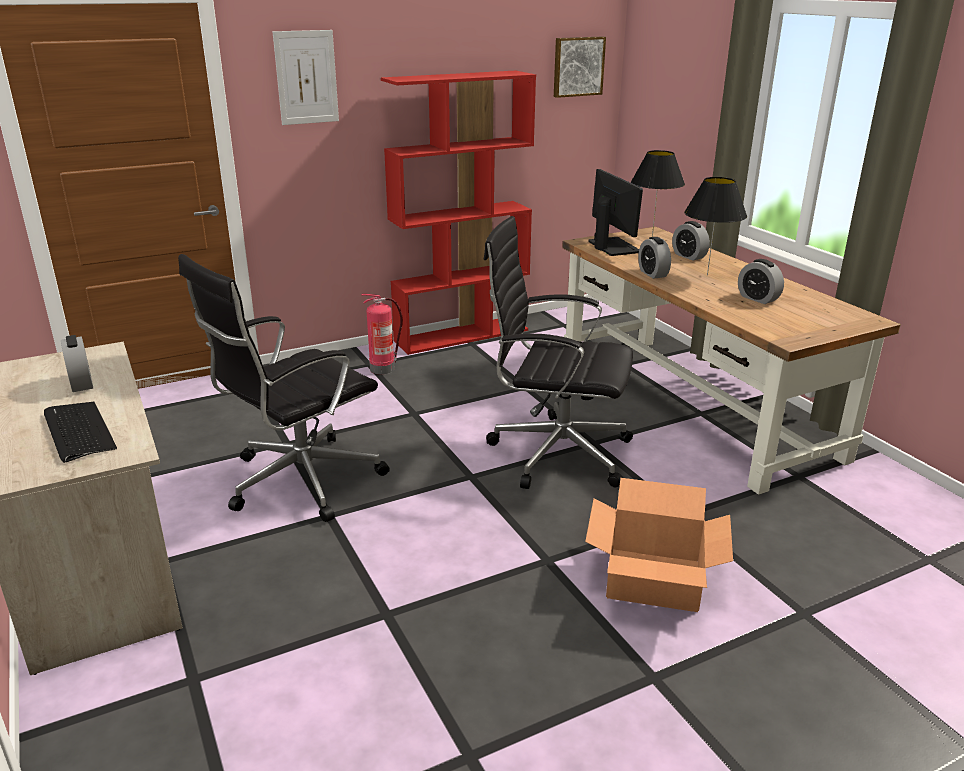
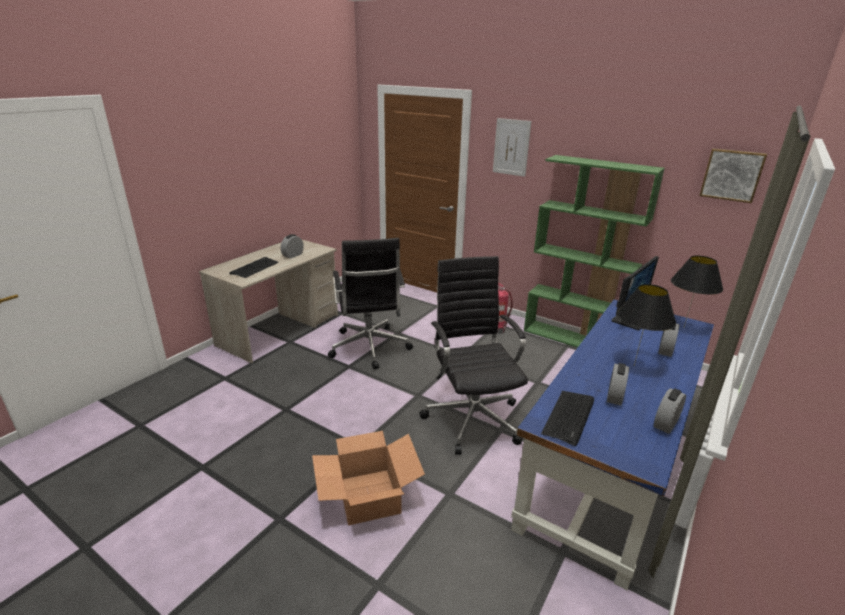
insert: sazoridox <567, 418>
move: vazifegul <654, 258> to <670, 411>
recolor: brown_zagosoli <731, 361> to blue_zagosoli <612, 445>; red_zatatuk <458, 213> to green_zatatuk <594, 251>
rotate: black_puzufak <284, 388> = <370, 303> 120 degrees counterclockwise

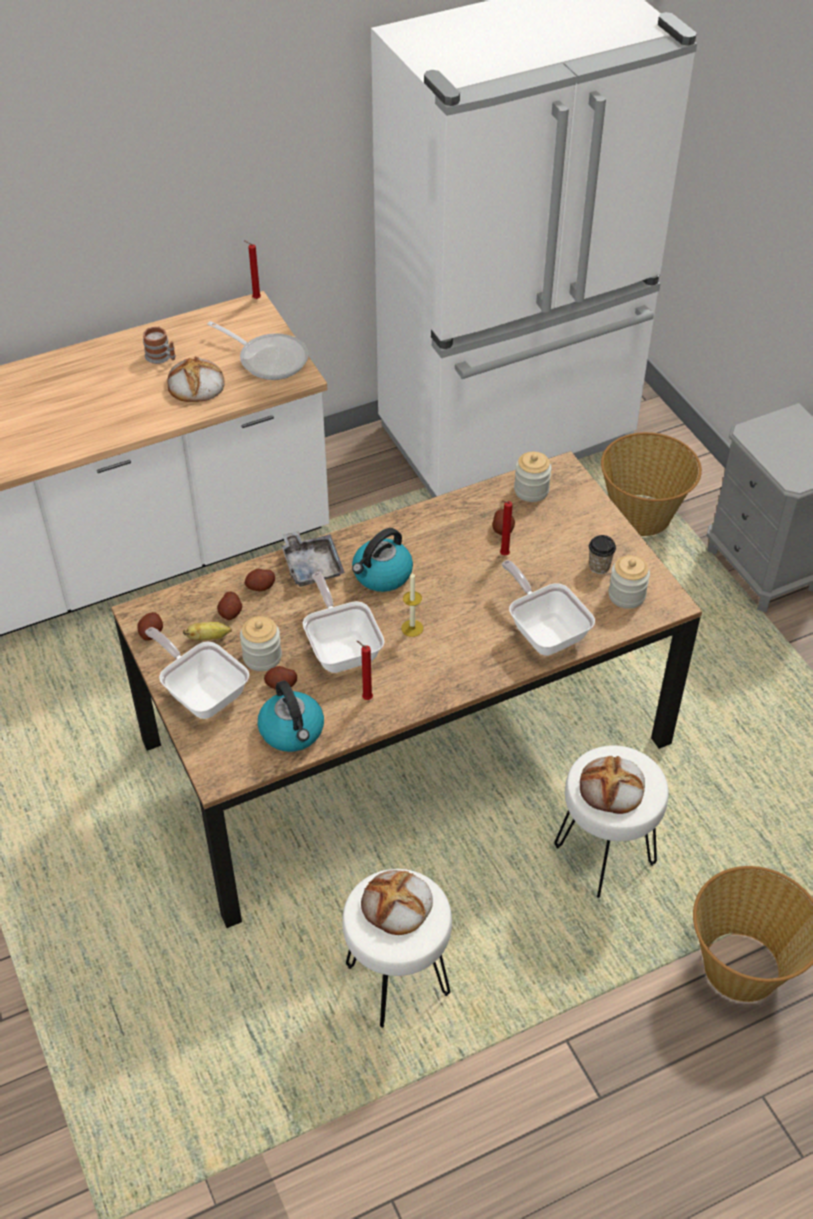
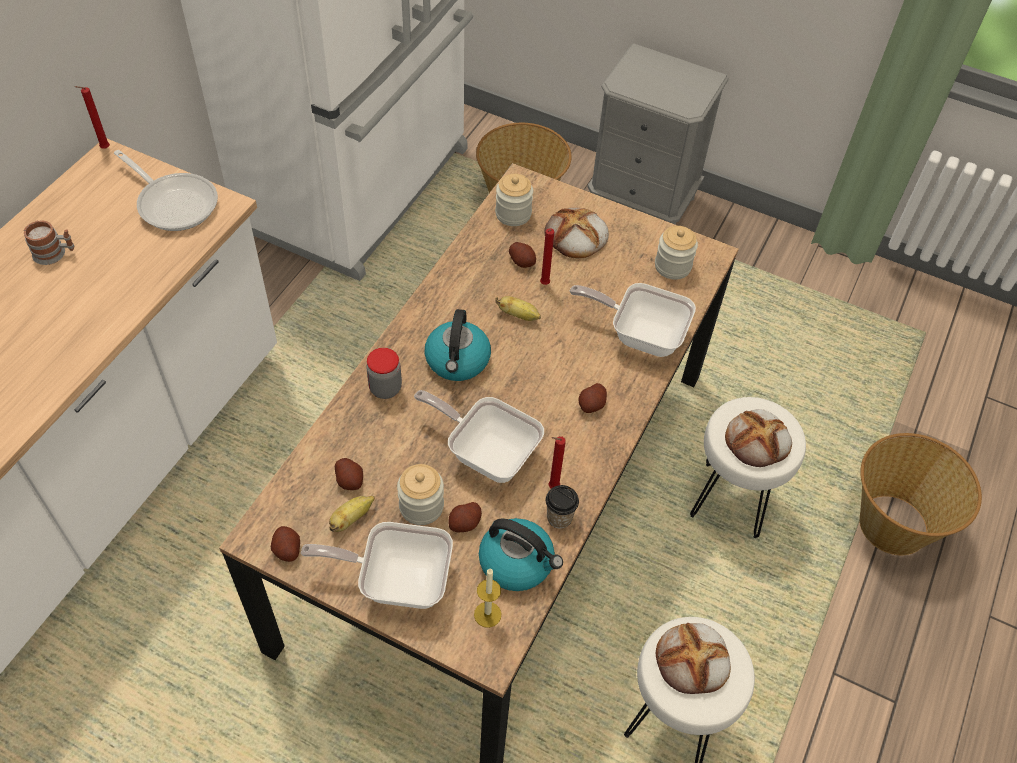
insert: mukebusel <518, 308>
move: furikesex <412, 604> to <488, 598>; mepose <196, 379> to <576, 232>; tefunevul <602, 554> to <562, 506>; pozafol <260, 580> to <593, 398>
replace: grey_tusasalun <313, 559> to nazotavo <384, 373>
rotate: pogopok <258, 350> = <166, 190> 45 degrees clockwise

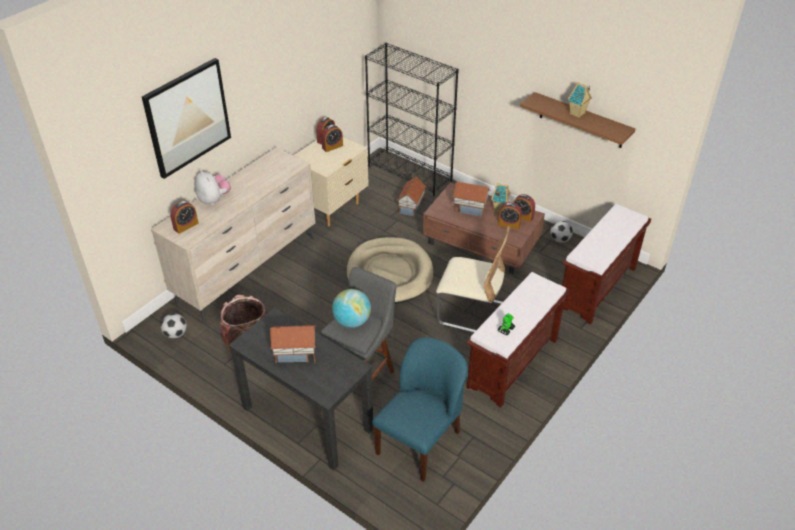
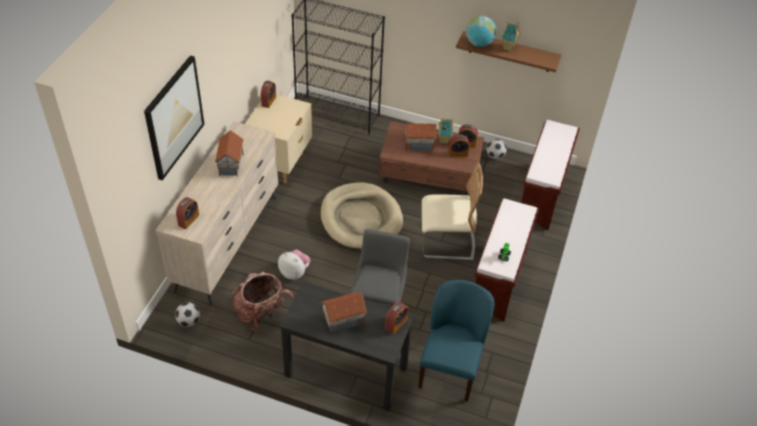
move: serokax <411, 196> to <229, 153>; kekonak <212, 188> to <294, 265>; vazifegul <332, 138> to <397, 317>; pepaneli <351, 308> to <481, 31>

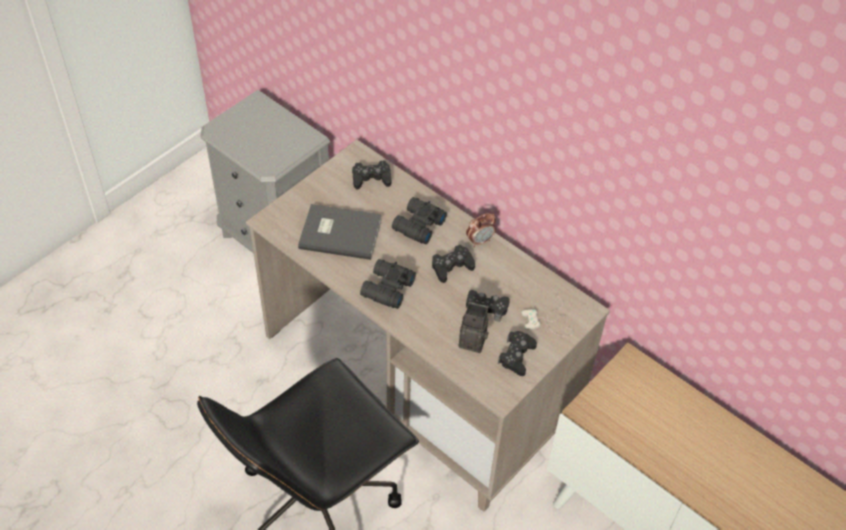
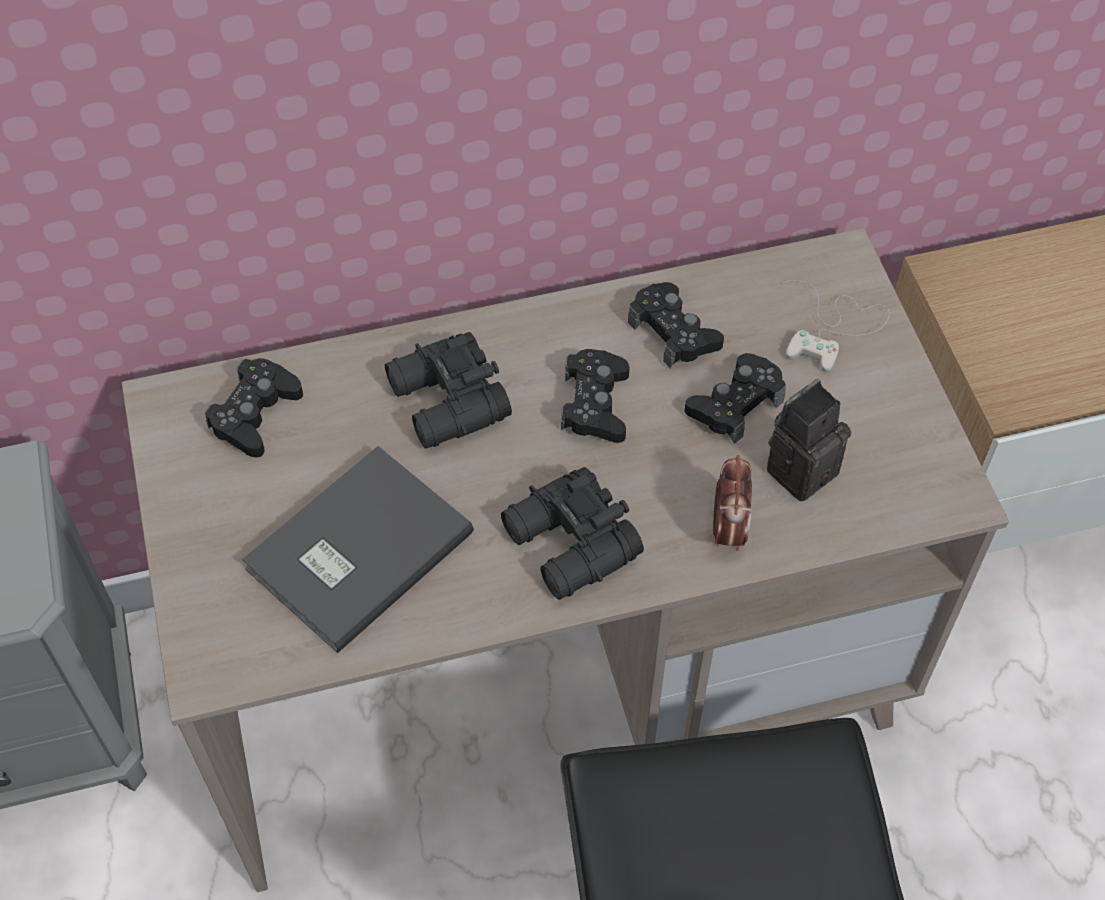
move: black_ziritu <517, 353> to <676, 325>; vazifegul <481, 230> to <732, 503>

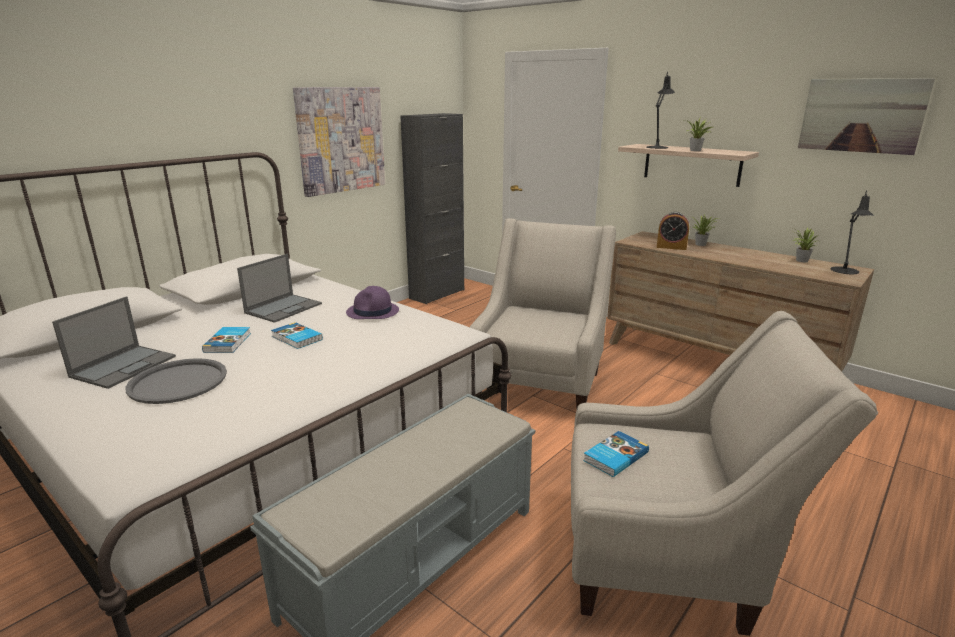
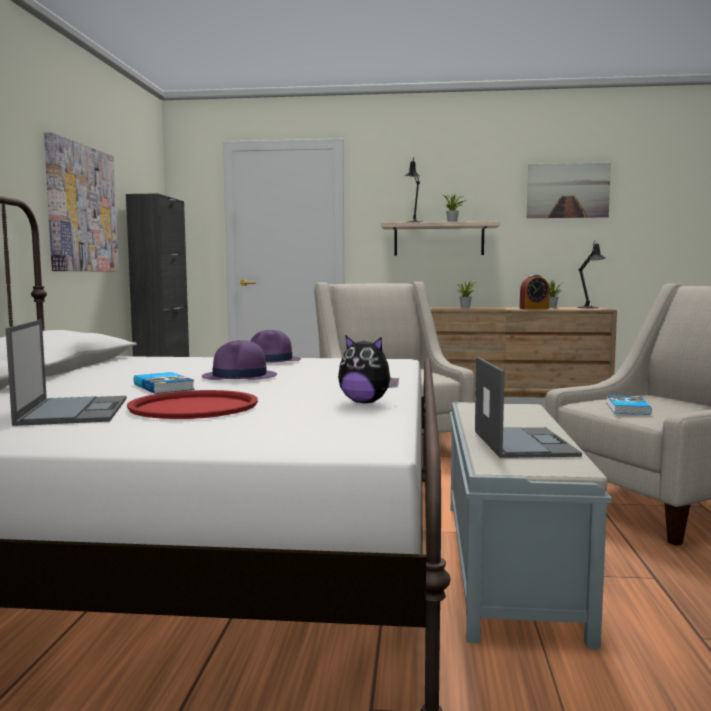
insert: kekonak <368, 369>
move: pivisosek <279, 288> to <528, 407>; vazifegul <673, 231> to <534, 292>
replace: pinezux <297, 335> to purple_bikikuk <239, 360>
recolor: grey_tusasalun <176, 381> to red_tusasalun <192, 404>

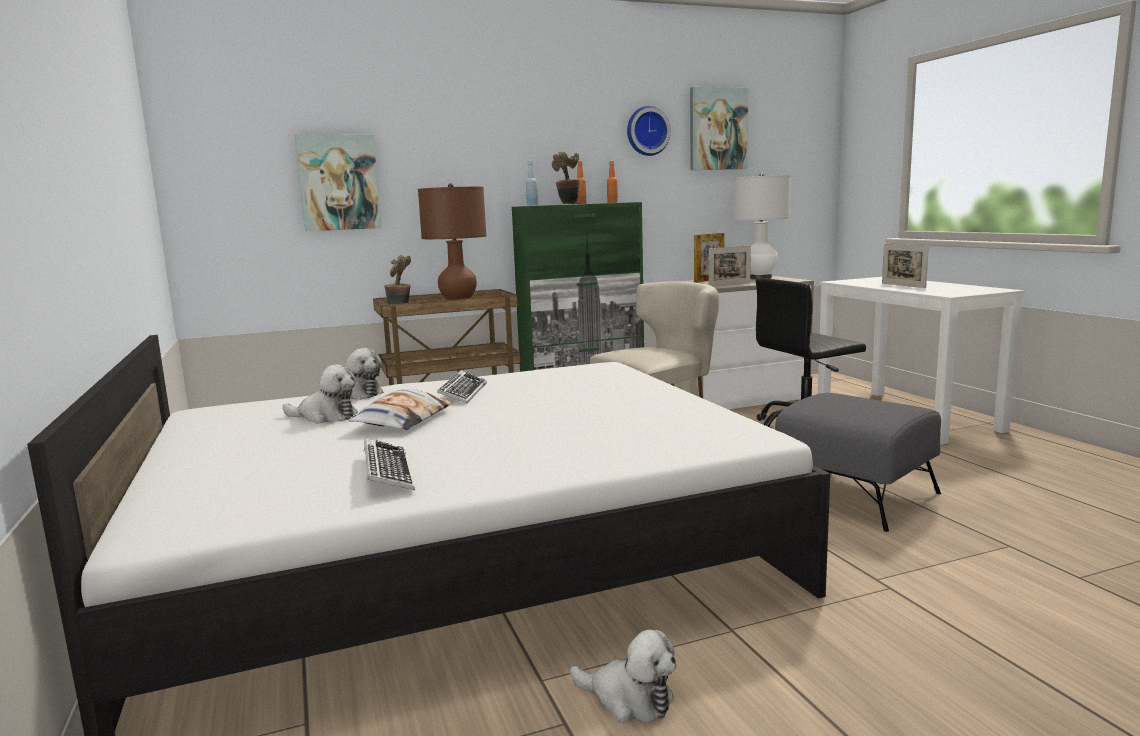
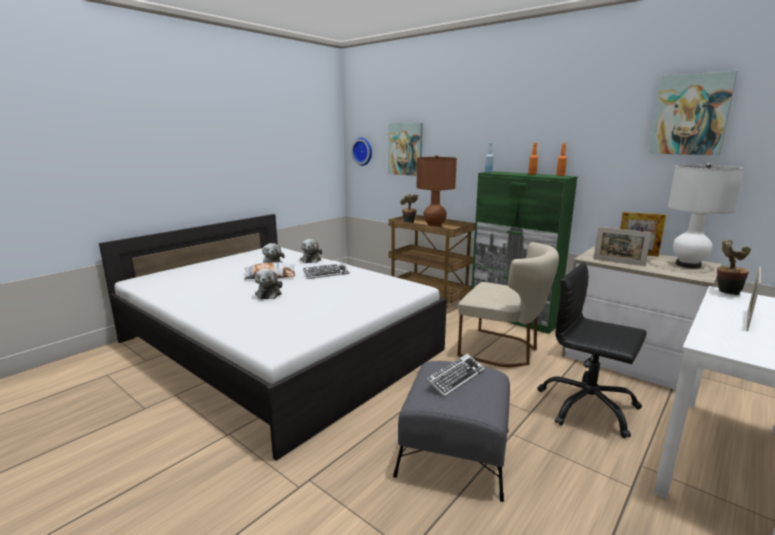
move: kekonak <623, 676> to <268, 284>; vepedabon <649, 131> to <361, 152>; sazoridox <389, 464> to <455, 375>; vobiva <565, 178> to <734, 267>

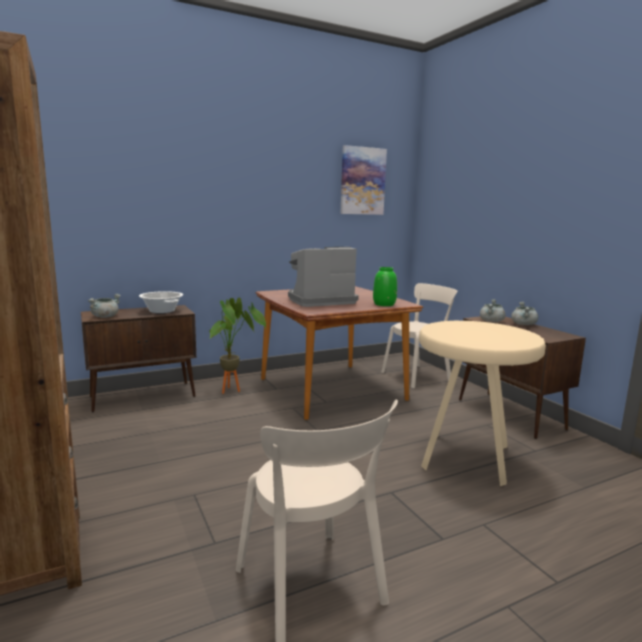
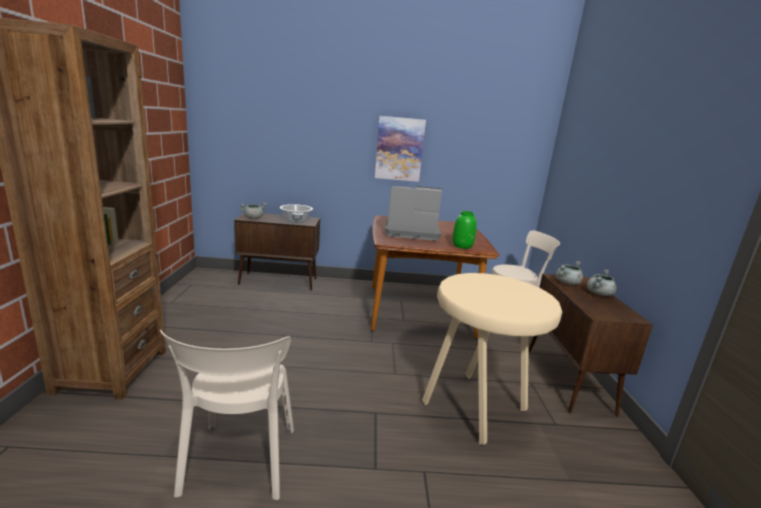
delete: vobiva <237, 345>
move: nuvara <363, 180> to <400, 149>

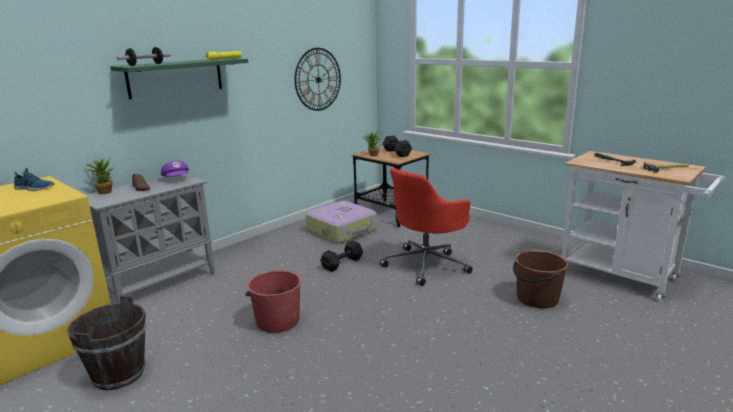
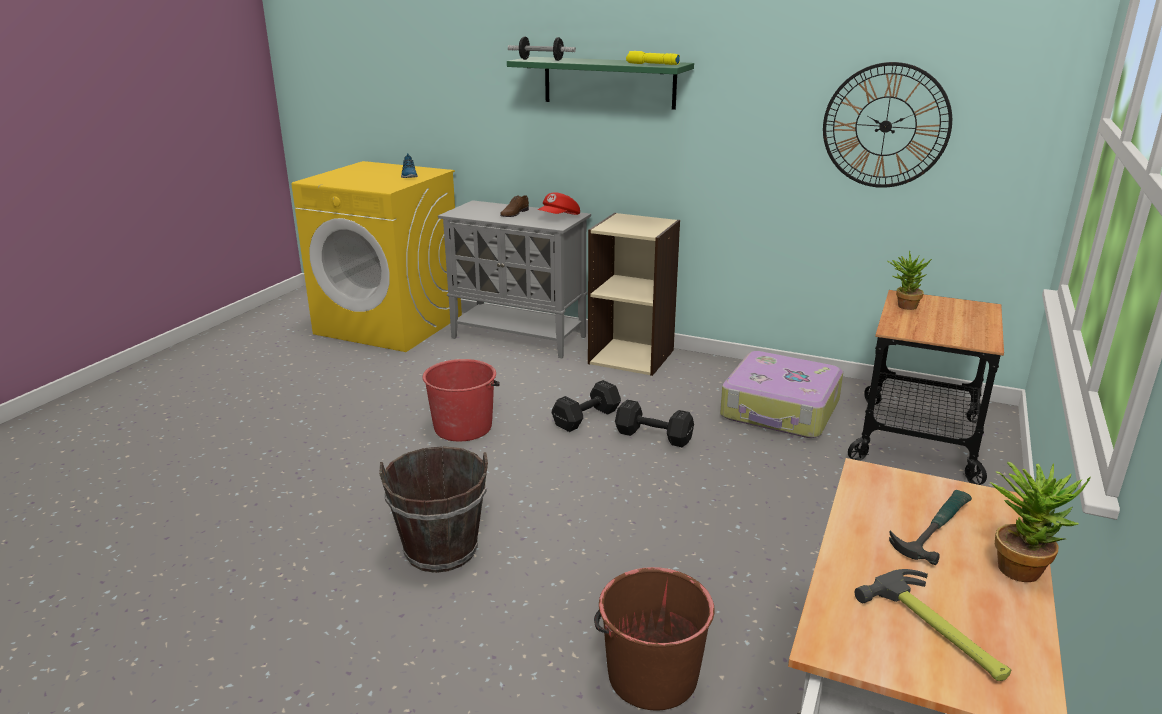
delete: red_puzufak <426, 227>
insert: beige_zatatuk <634, 294>
move: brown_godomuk <107, 343> to <433, 509>; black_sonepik <397, 146> to <586, 406>; vobiva <99, 175> to <1040, 522>
recolor: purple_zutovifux <175, 169> to red_zutovifux <559, 204>

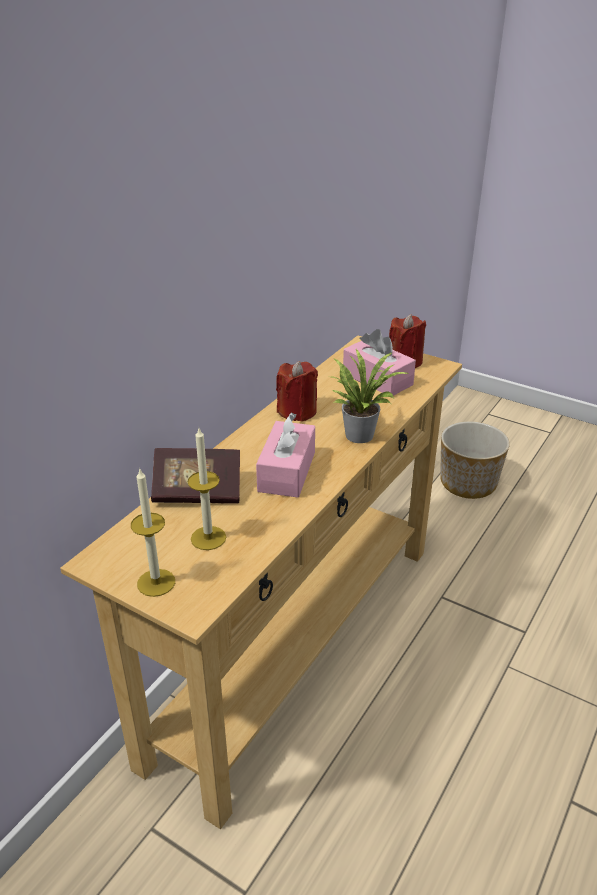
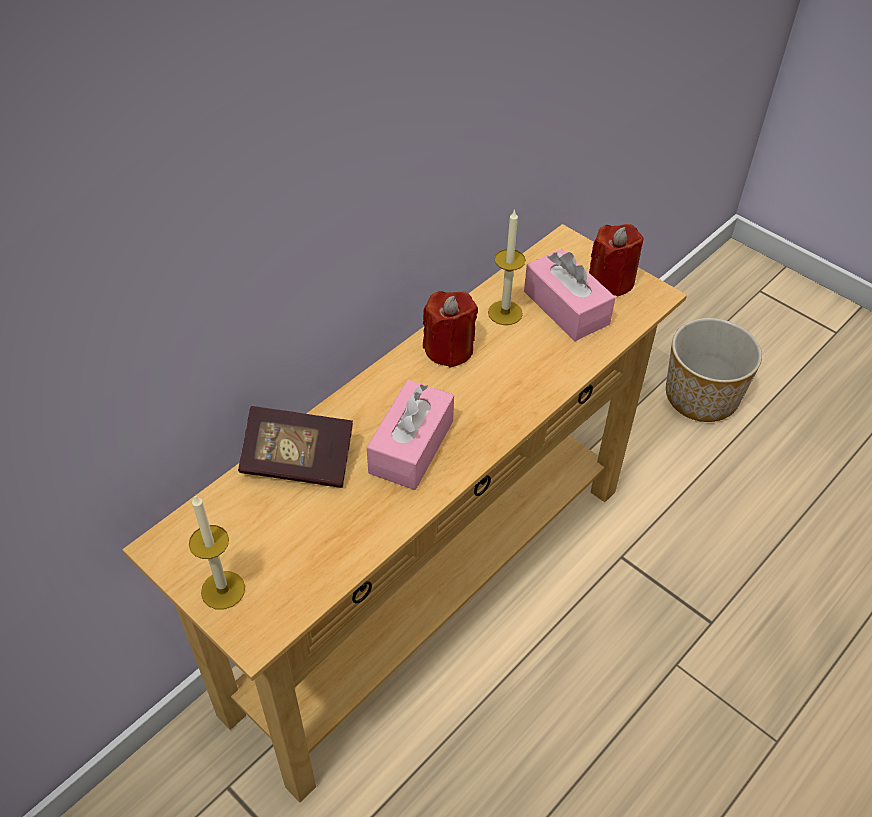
delete: vobiva <369, 396>
move: furikesex <207, 489> to <507, 267>

